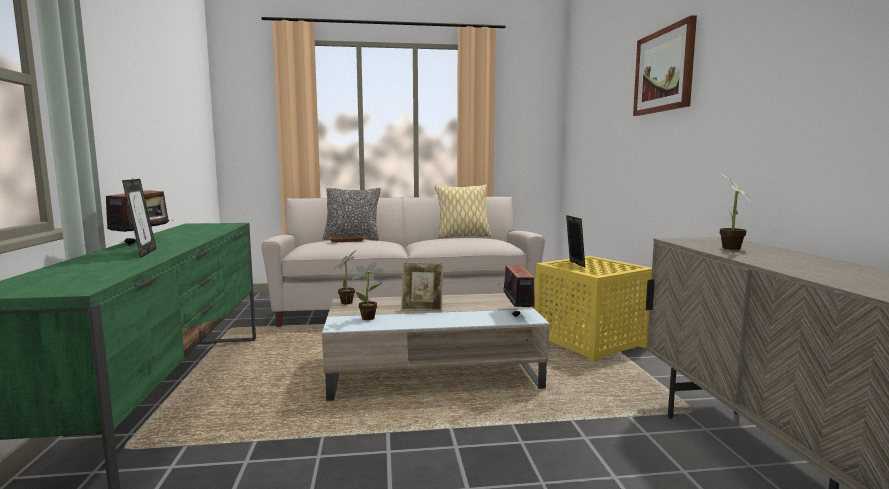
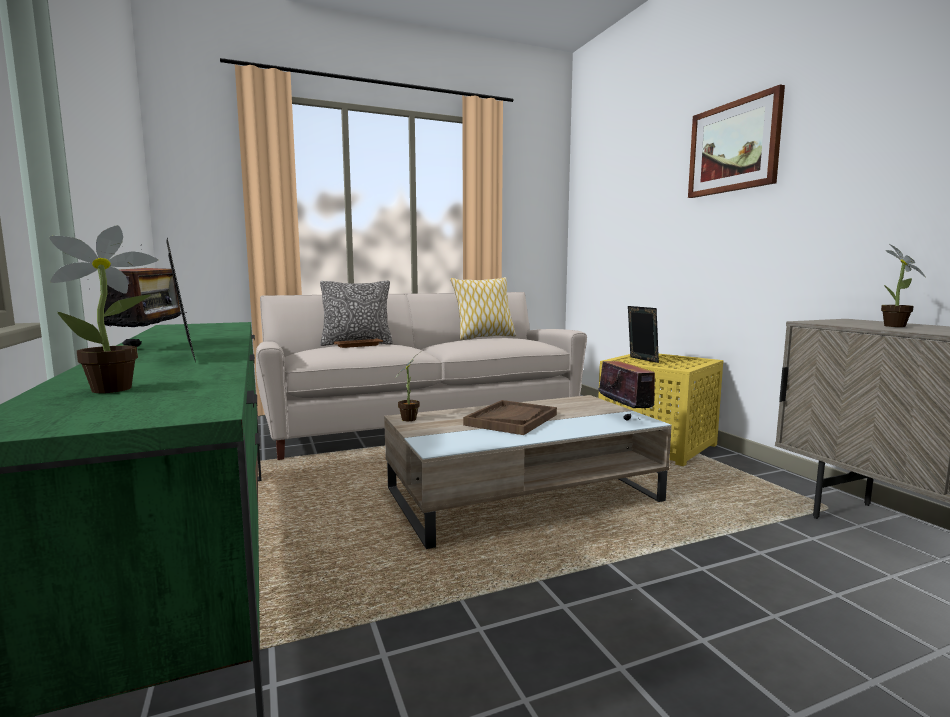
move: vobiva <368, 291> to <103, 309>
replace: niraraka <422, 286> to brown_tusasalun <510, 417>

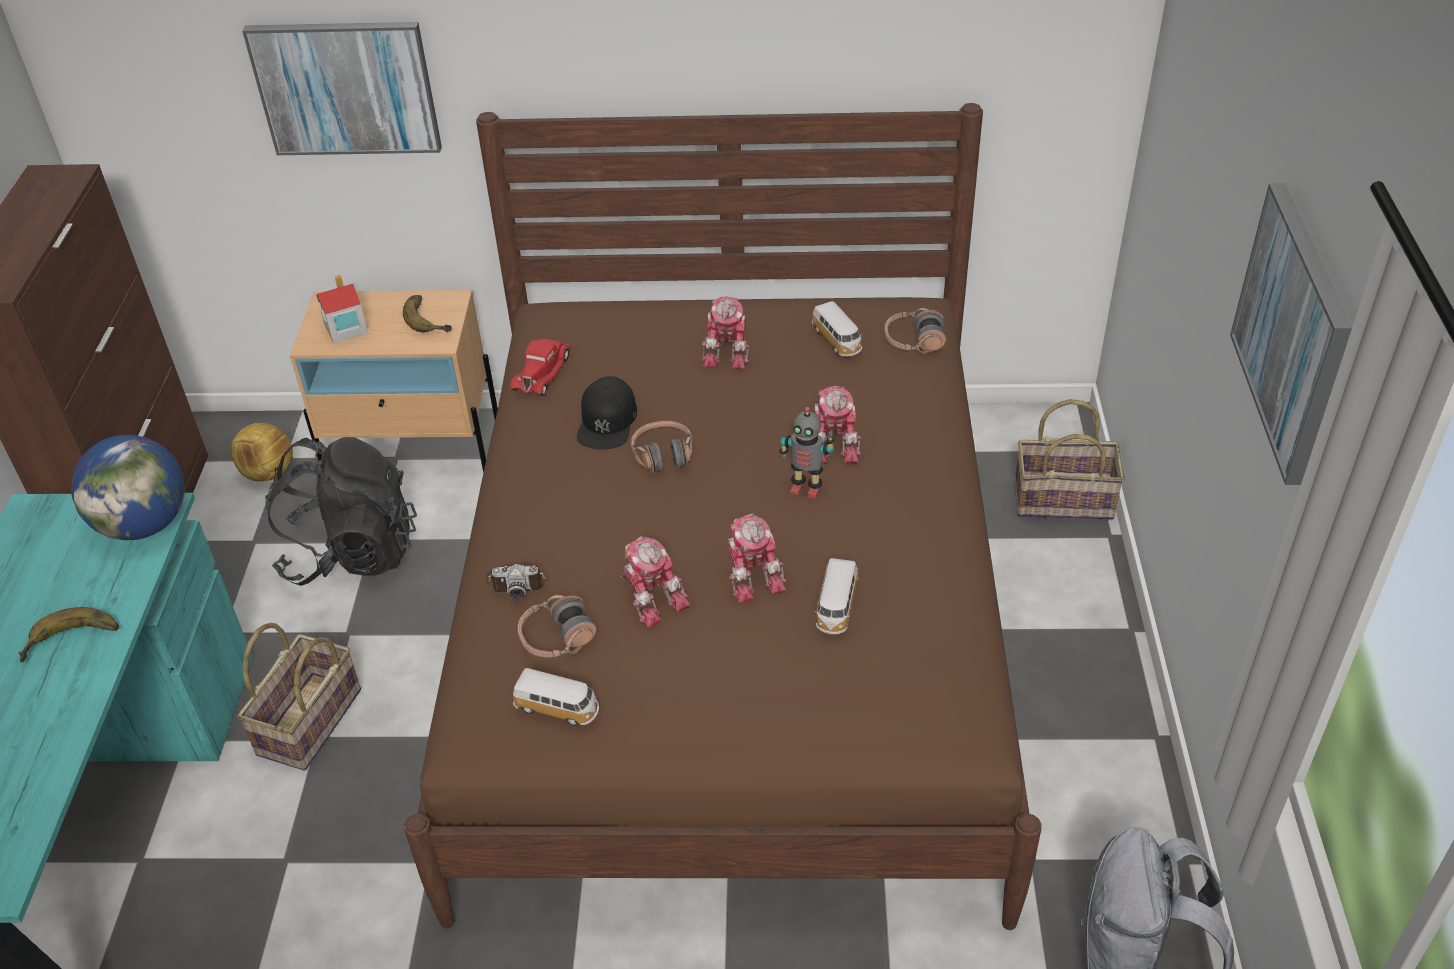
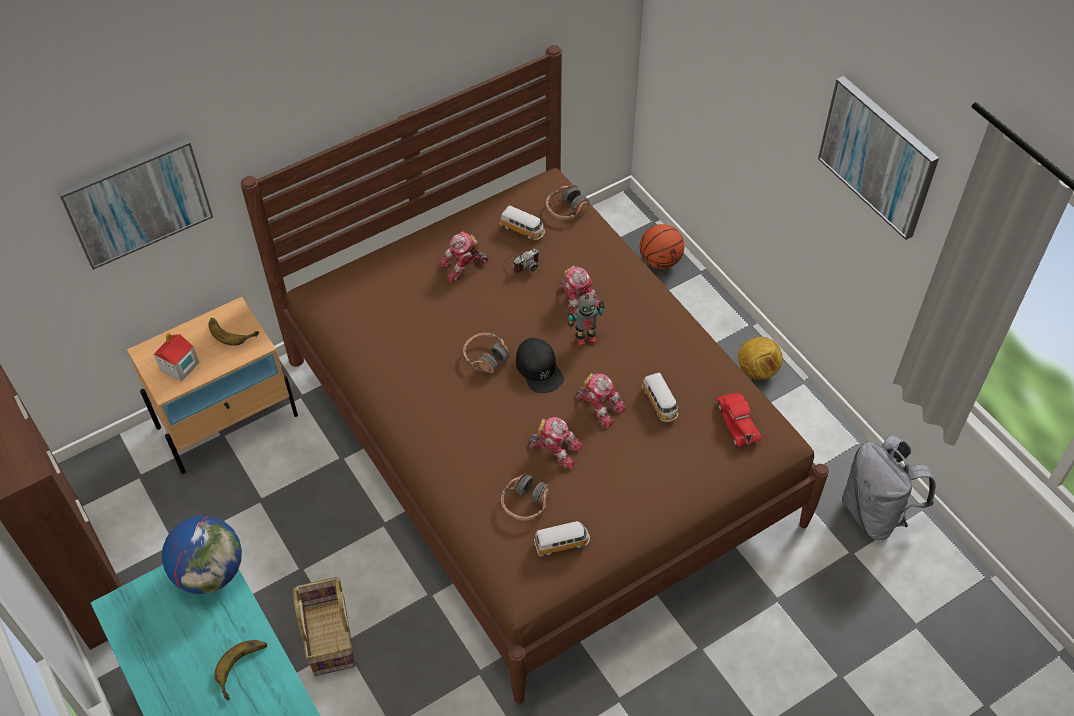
delete: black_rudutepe <341, 511>
move: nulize <516, 580> to <521, 261>; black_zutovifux <607, 413> to <540, 365>; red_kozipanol <541, 367> to <739, 420>; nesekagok <262, 452> to <760, 358>
replace: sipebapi <1069, 459> to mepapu <662, 246>
rotate: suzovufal <725, 333> = <463, 257> 90 degrees clockwise

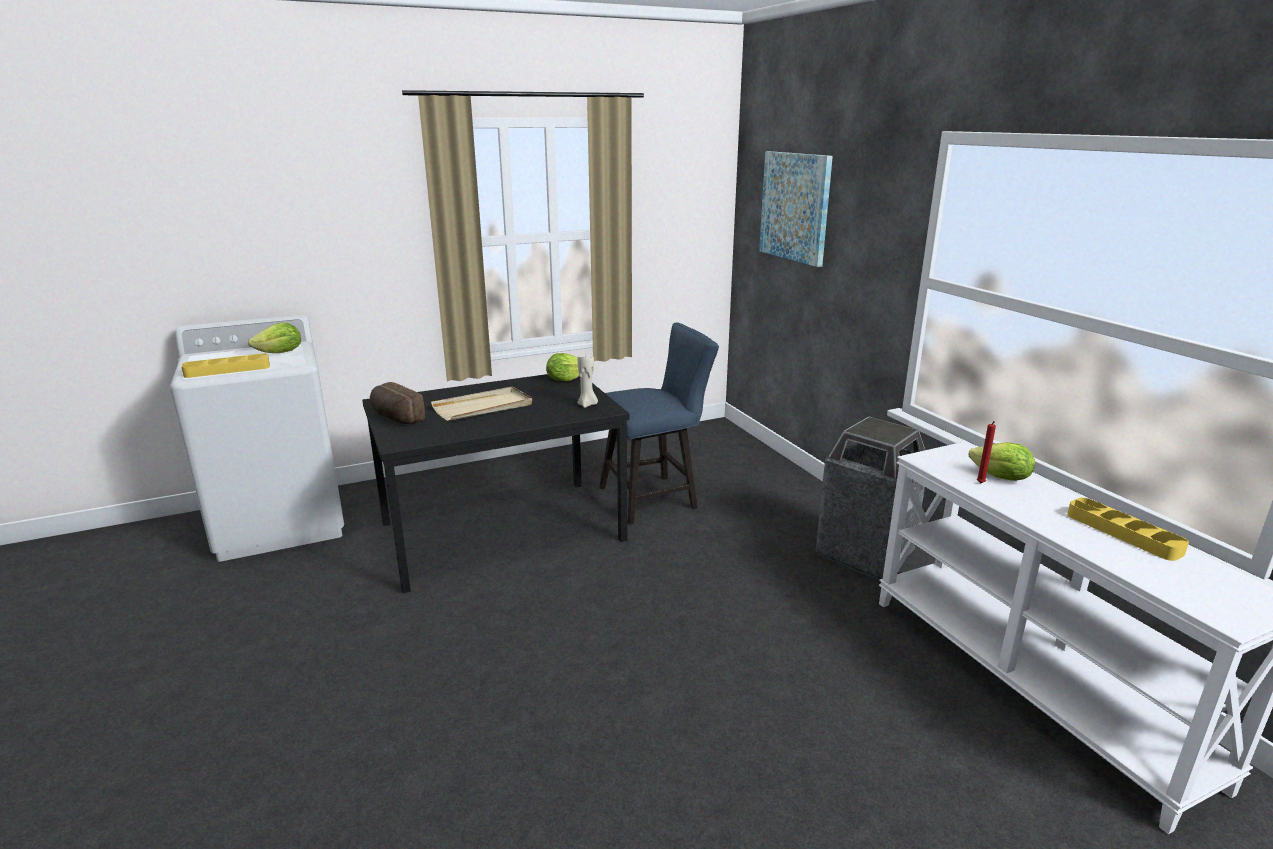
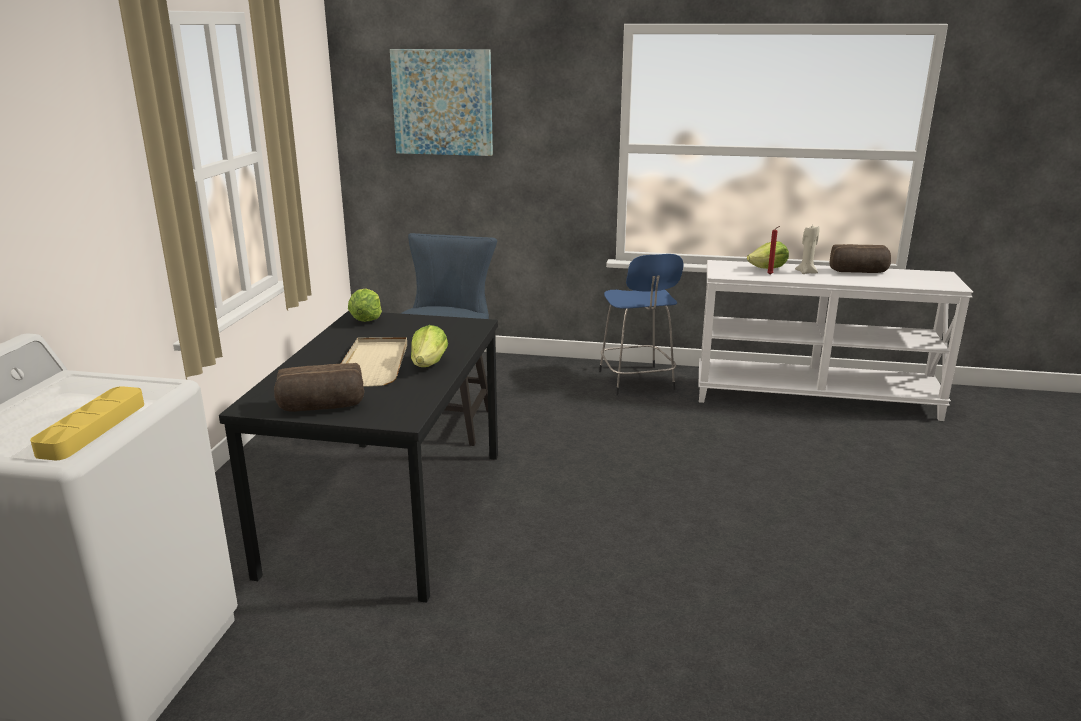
move: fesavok <274, 338> to <429, 346>; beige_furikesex <588, 381> to <807, 250>
replace: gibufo <870, 498> to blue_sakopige <641, 324>; yellow_tusasalun <1128, 529> to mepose <860, 258>

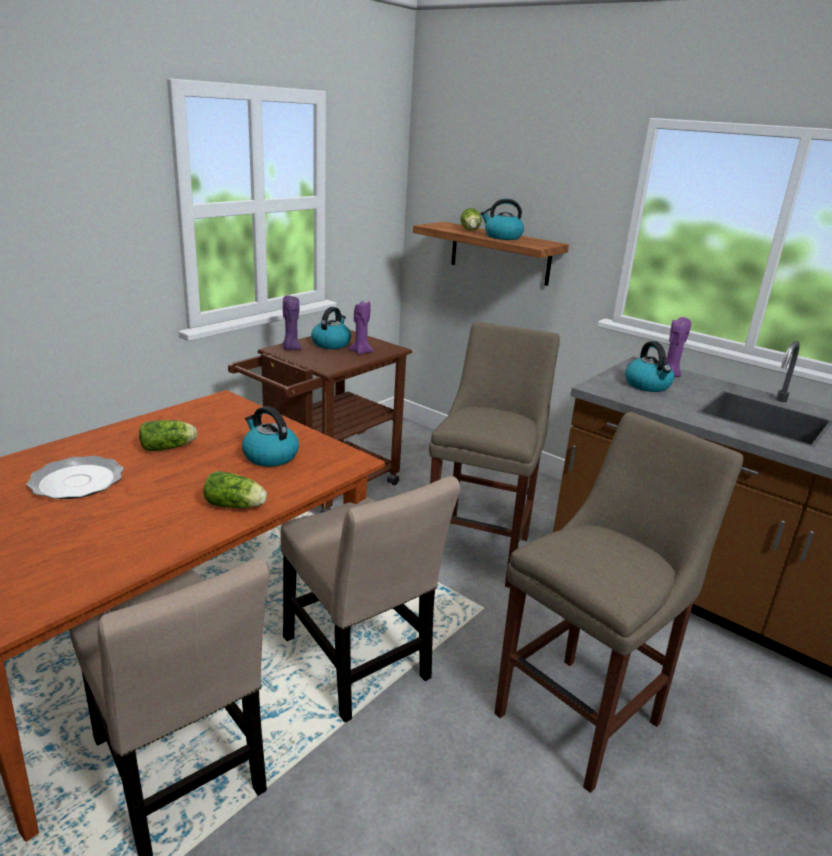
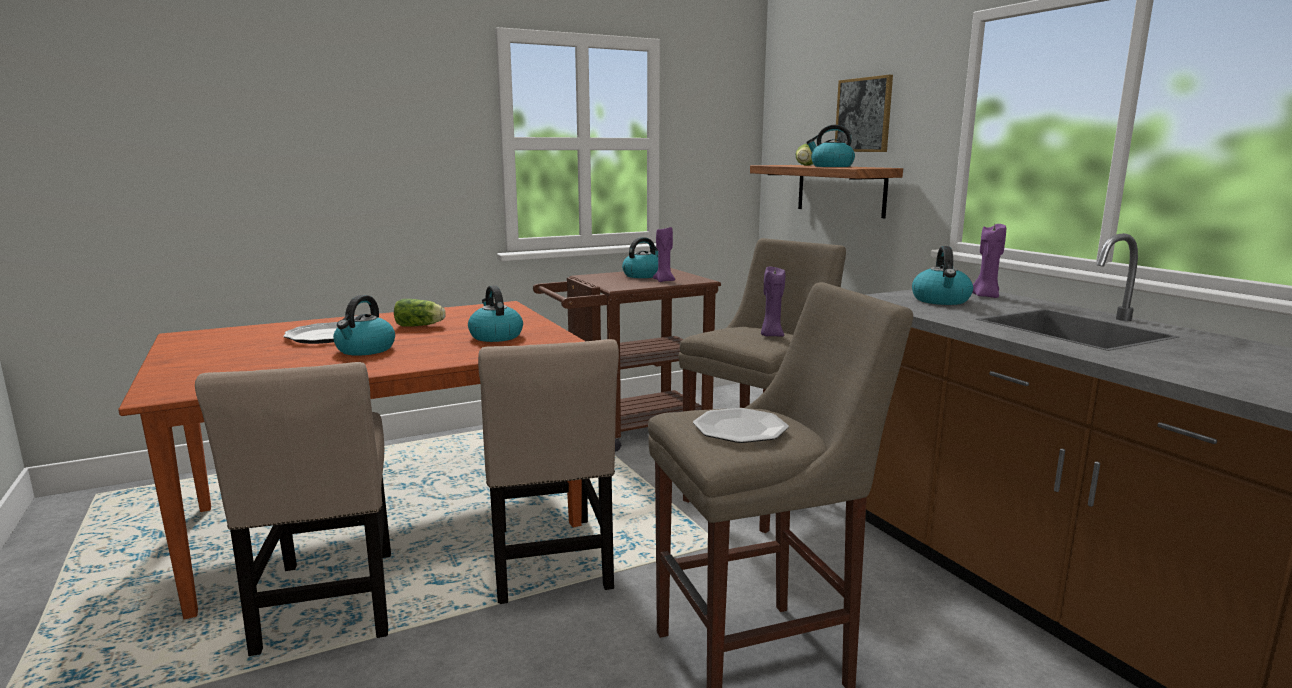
delete: fesavok <235, 489>
insert: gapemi <364, 325>; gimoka <741, 425>; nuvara <864, 113>
move: purple_furikesex <292, 322> to <773, 301>

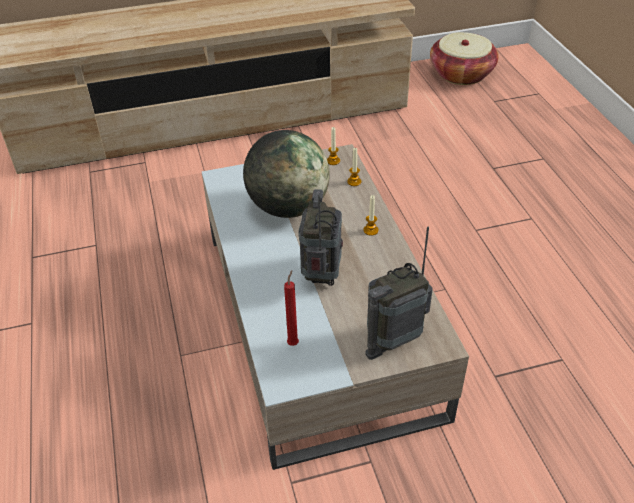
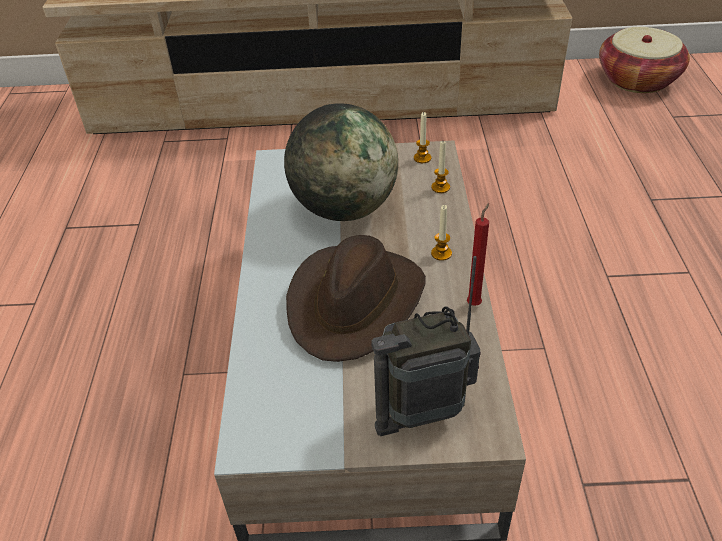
move: red_furikesex <291, 308> to <478, 254>
replace: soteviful <321, 237> to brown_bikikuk <356, 298>

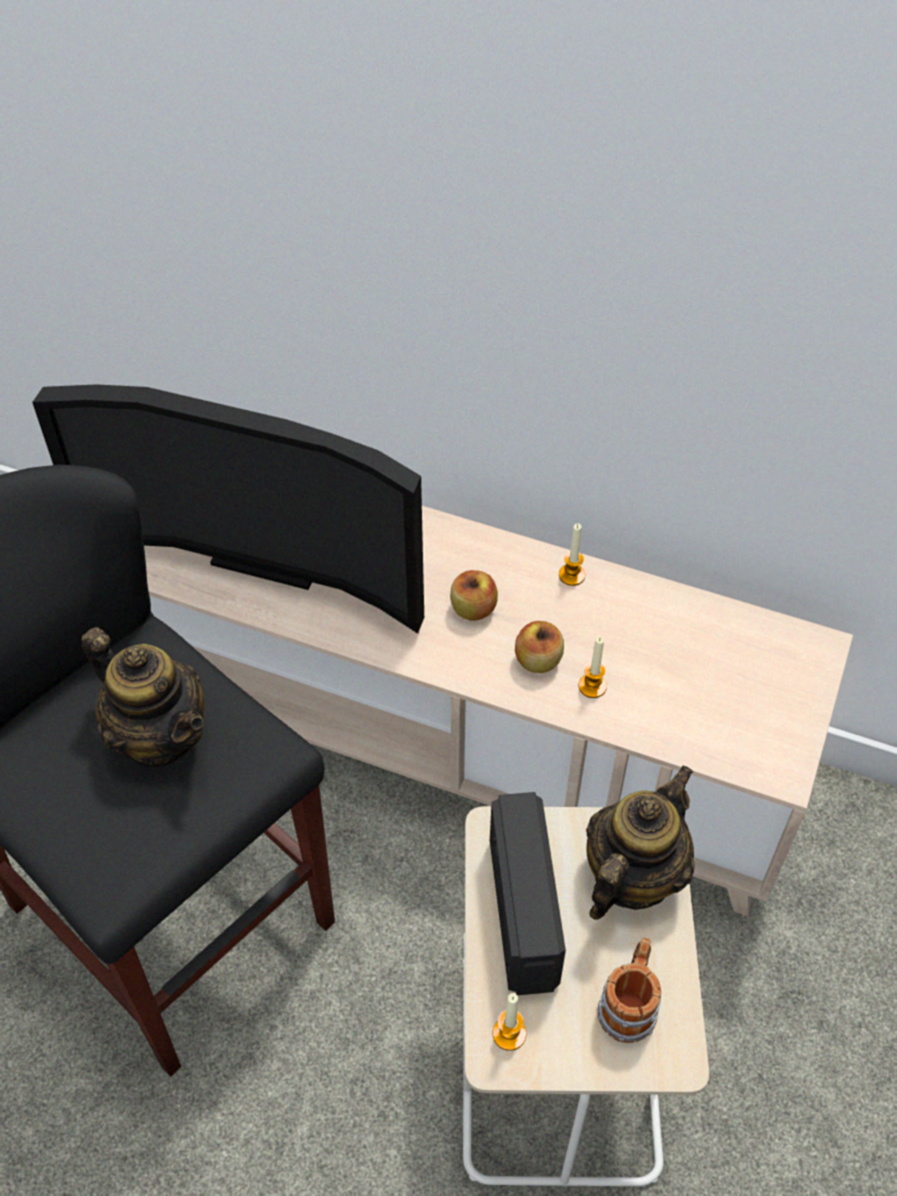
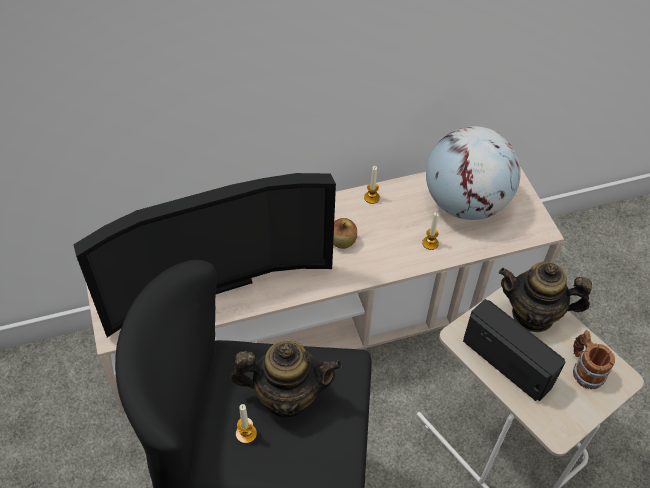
delete: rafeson <539, 647>
insert: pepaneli <473, 173>
move: furikesex <509, 1022> to <246, 424>
rotate: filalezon <640, 842> = <545, 297> 75 degrees counterclockwise

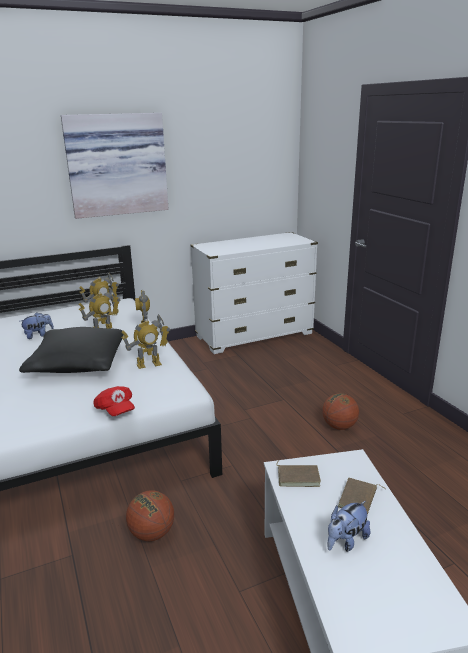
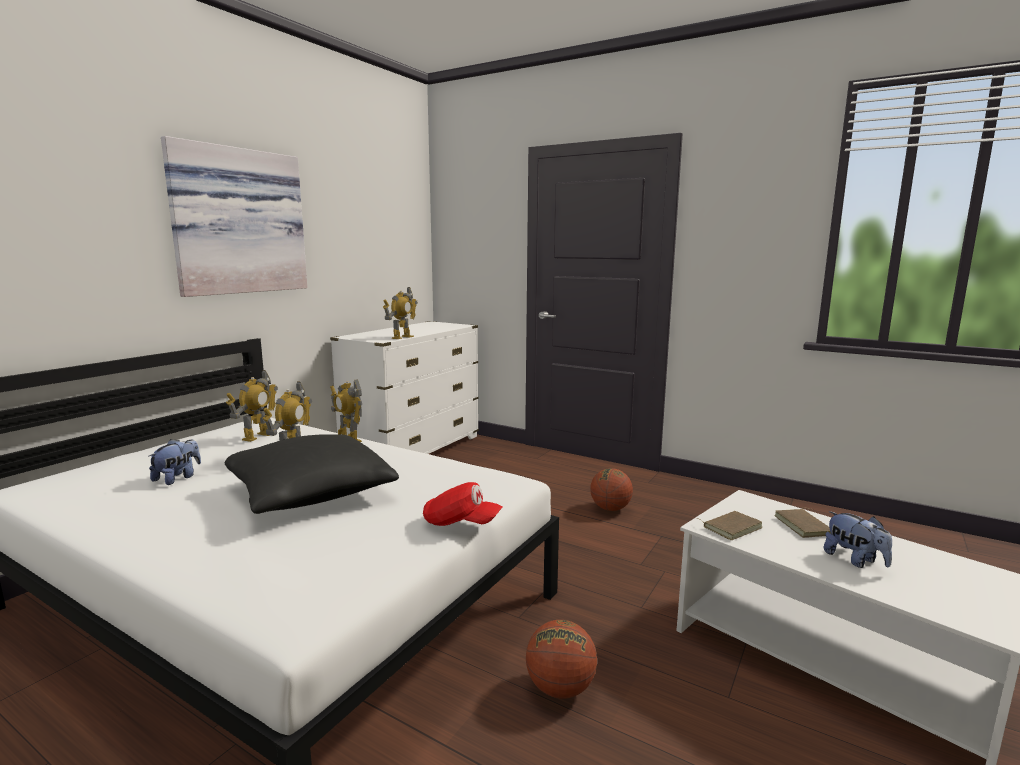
move: suzovufal <145, 341> to <400, 313>
rotate: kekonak <348, 526> = <857, 539> 45 degrees counterclockwise

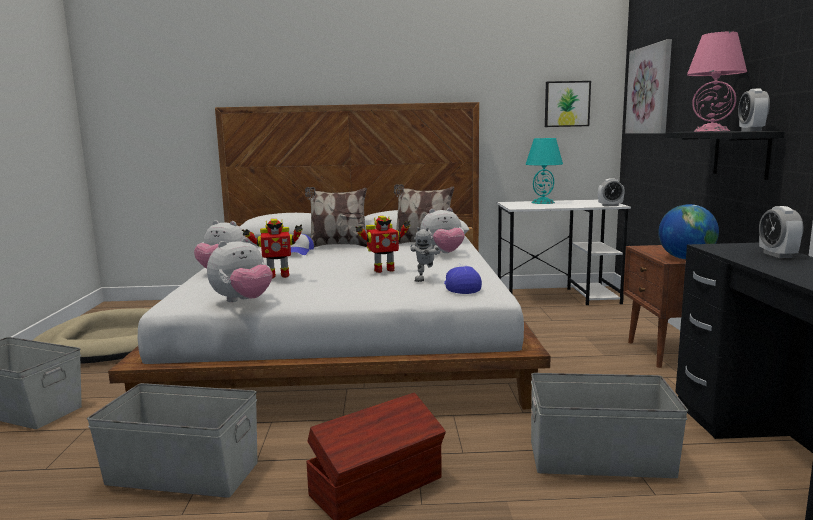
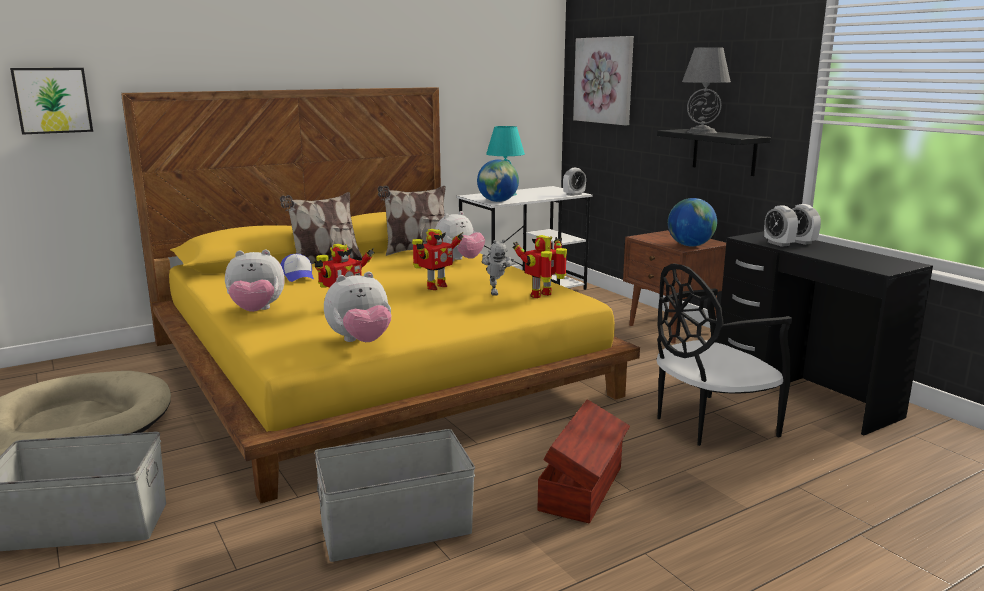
insert: pepaneli <498, 180>
move: nuvara <568, 104> to <51, 101>; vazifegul <754, 110> to <781, 226>
replace: zutovifux <463, 279> to suzovufal <539, 266>; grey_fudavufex <609, 425> to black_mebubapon <724, 354>
recolor: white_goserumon <329, 255> to yellow_goserumon <380, 295>; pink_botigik <717, 81> to grey_botigik <706, 90>
rotate: kekonak <240, 269> = <357, 307> 45 degrees clockwise

